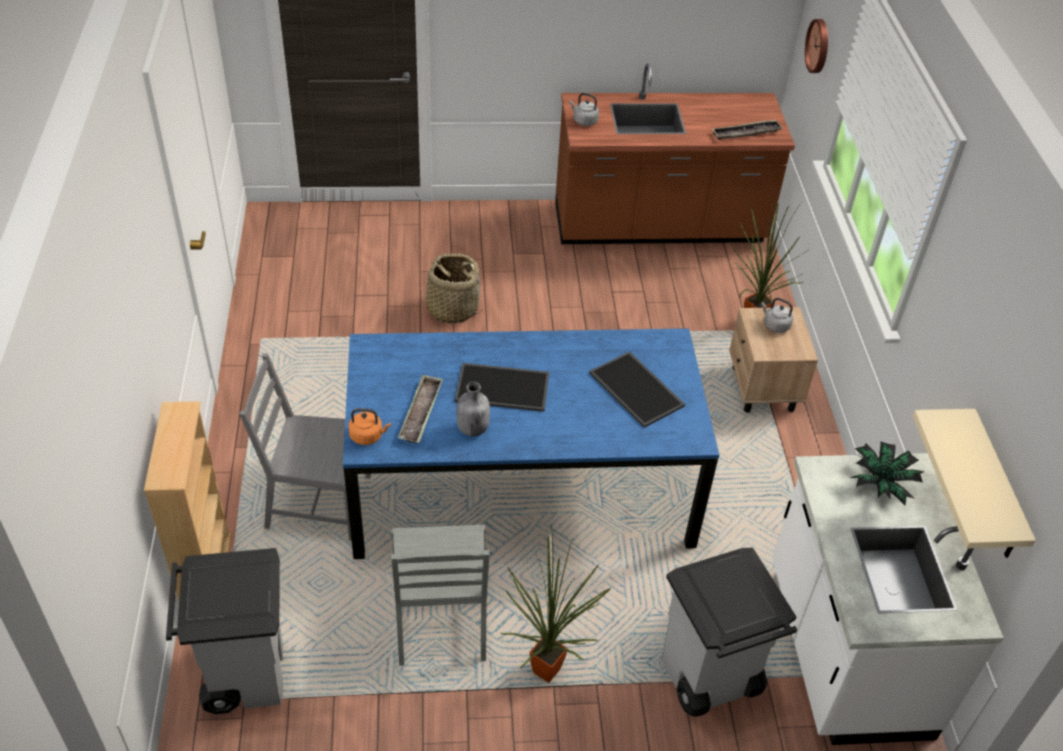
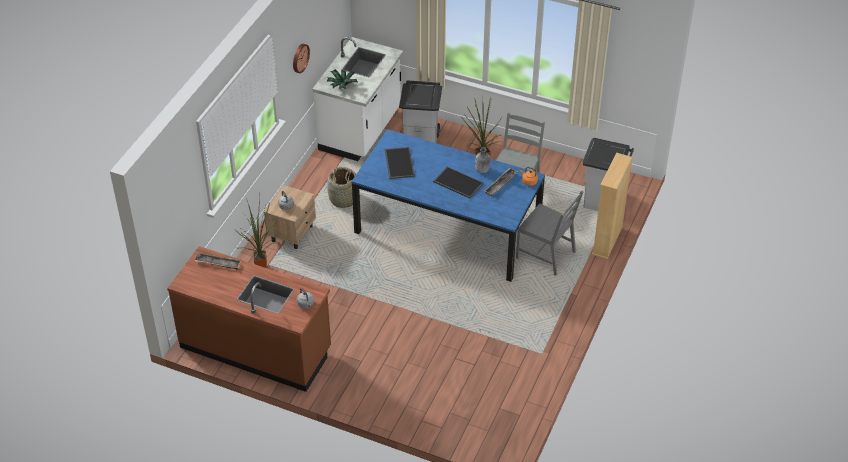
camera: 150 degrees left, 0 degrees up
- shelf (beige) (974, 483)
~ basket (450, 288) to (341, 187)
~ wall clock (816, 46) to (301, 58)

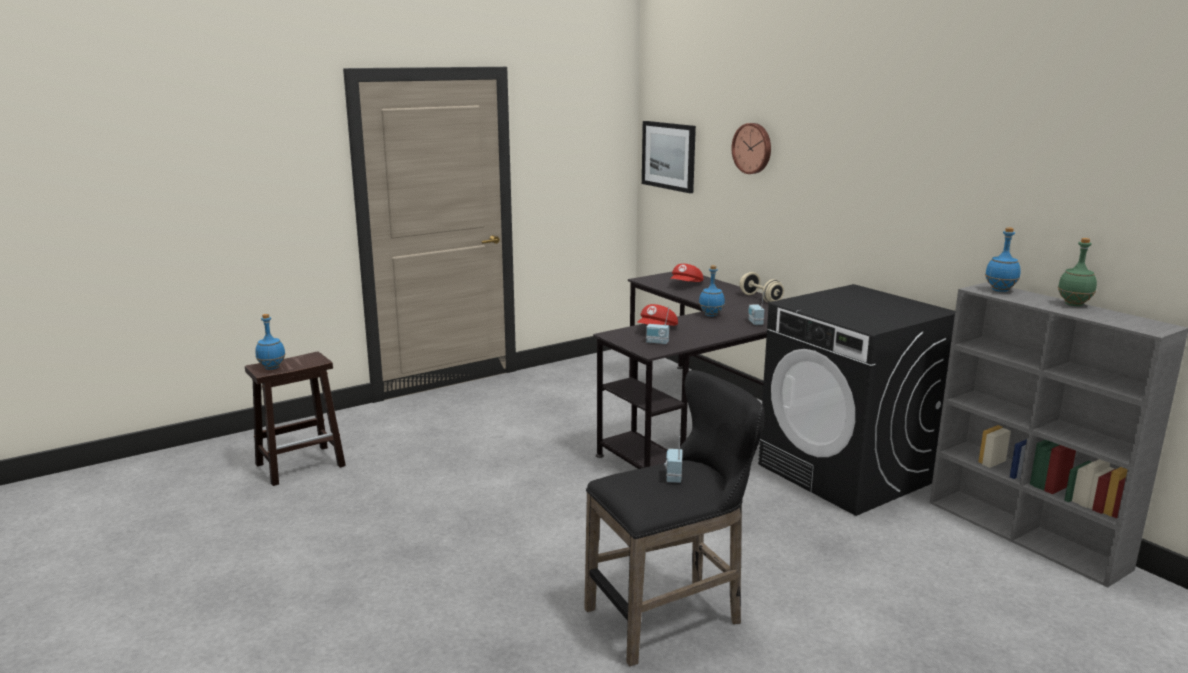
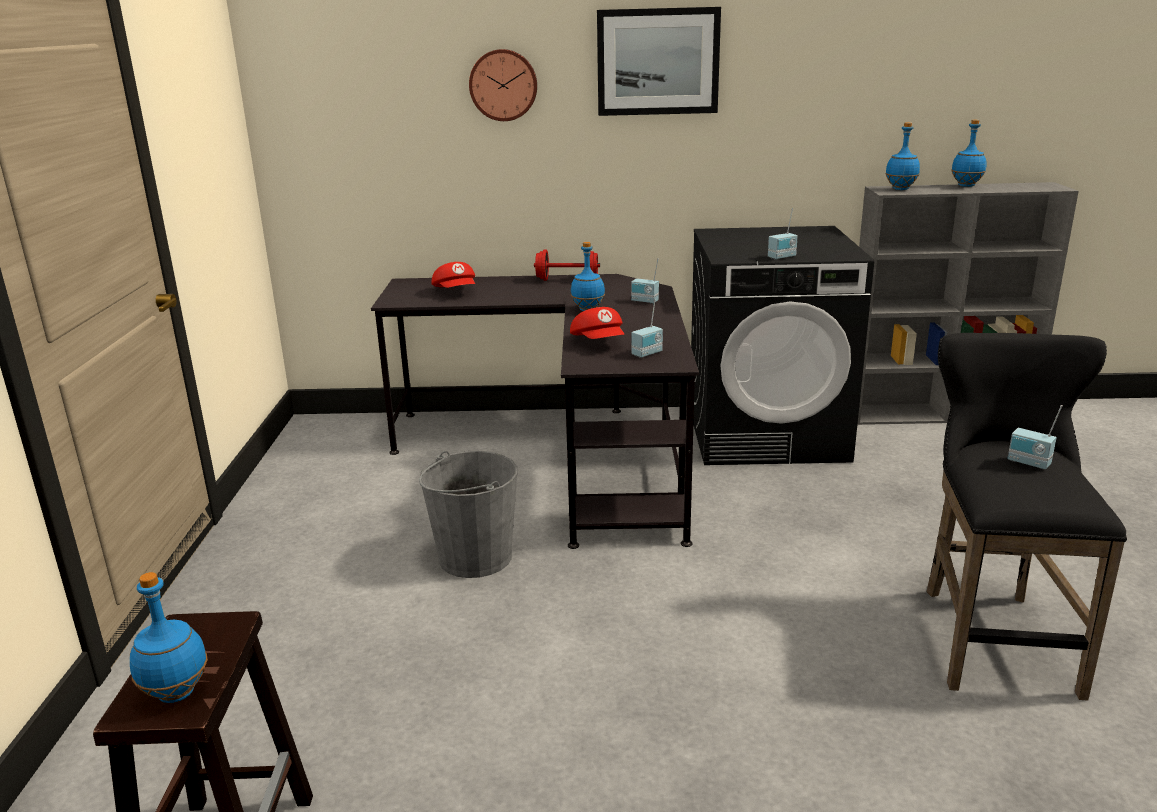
camera: 55 degrees left, 5 degrees up
+ bucket (grey) (468, 514)
+ radio (783, 234)
~ picture (669, 157) to (659, 61)
~ dumbbell (beige) (761, 287) to dumbbell (red) (567, 265)
~ bottle (green) (1077, 272) to bottle (blue) (969, 153)

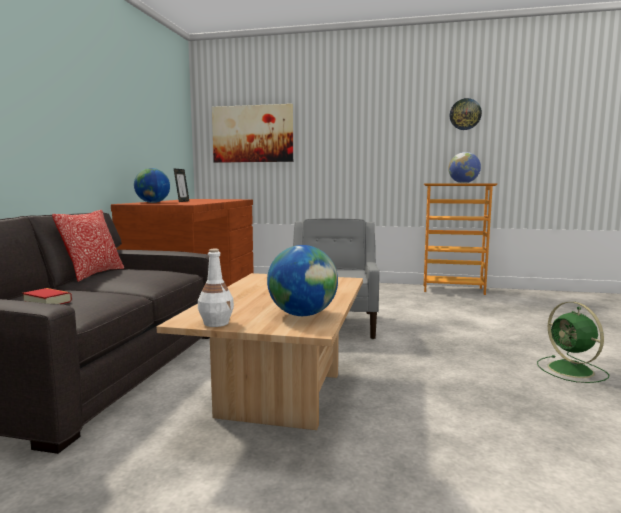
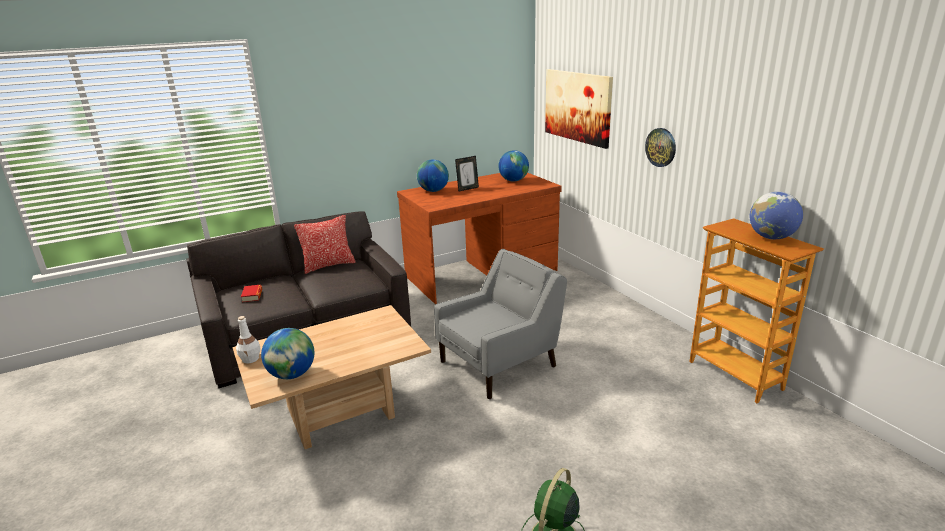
camera: 50 degrees right, 15 degrees up
+ globe (513, 166)
~ wall clock (466, 114) to (660, 147)

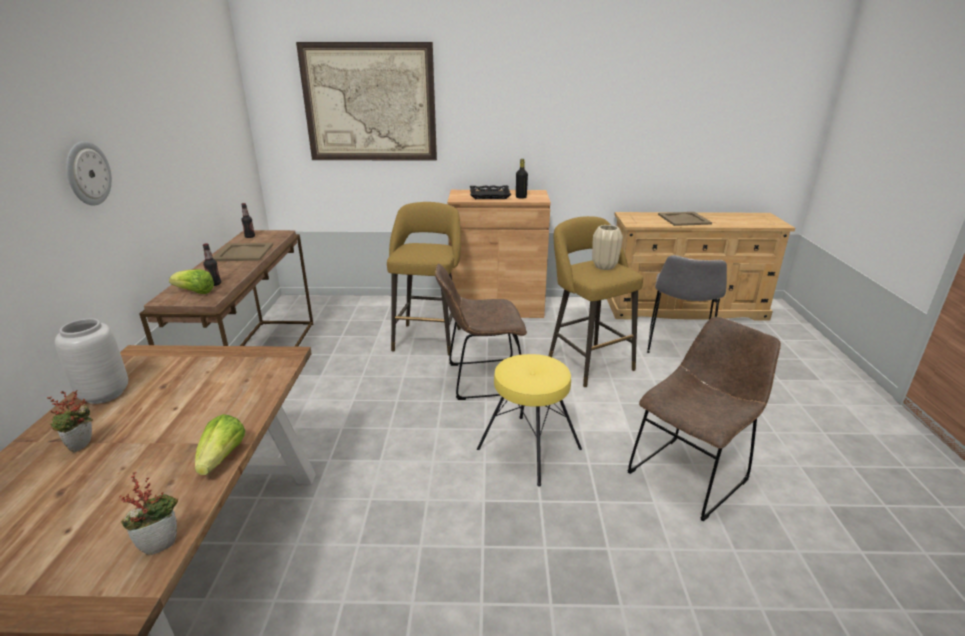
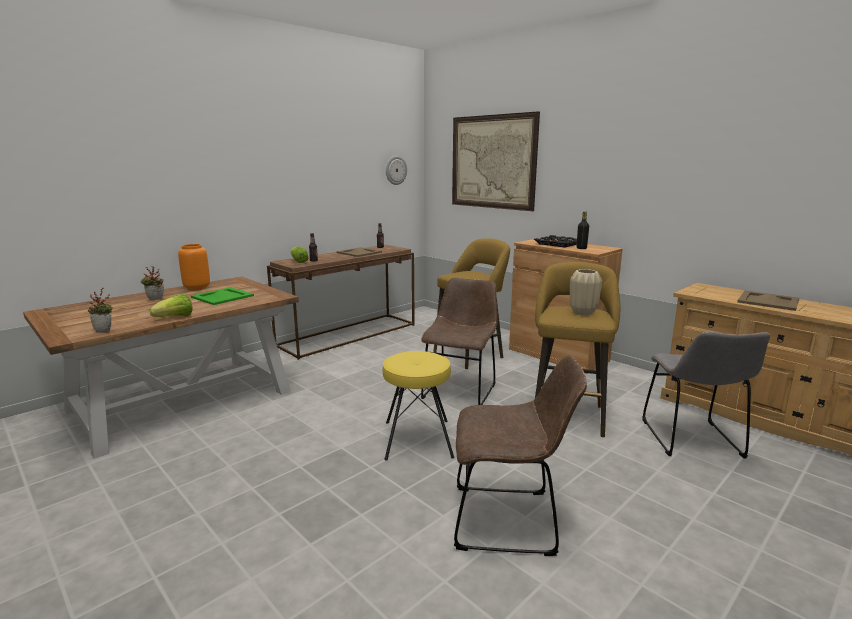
camera: 45 degrees right, 10 degrees down
+ tray (green) (222, 296)
~ wall clock (89, 173) to (396, 170)
~ vase (grey) (91, 361) to vase (orange) (194, 267)
~ chair (brown) (481, 332) = (459, 341) 75 degrees clockwise
~ chair (grey) (687, 304) = (706, 395) 60 degrees counterclockwise

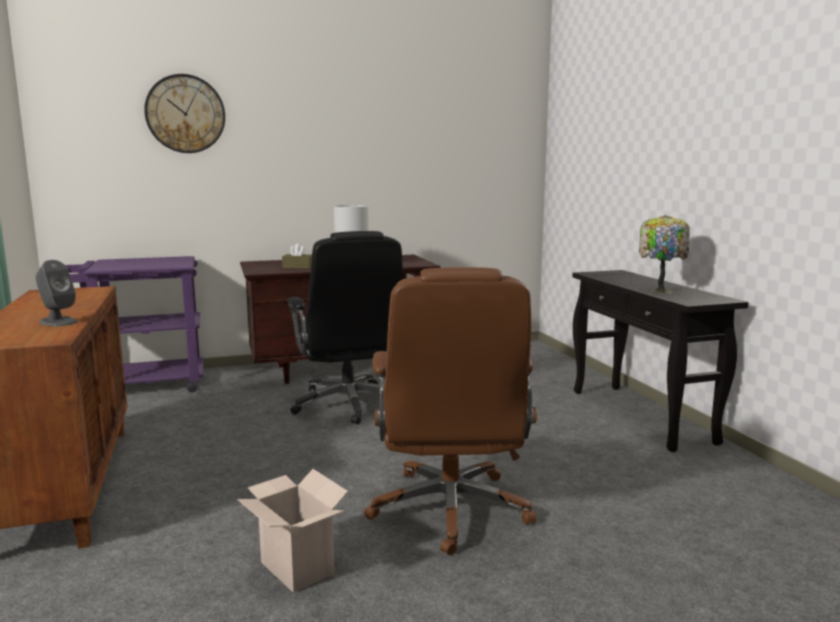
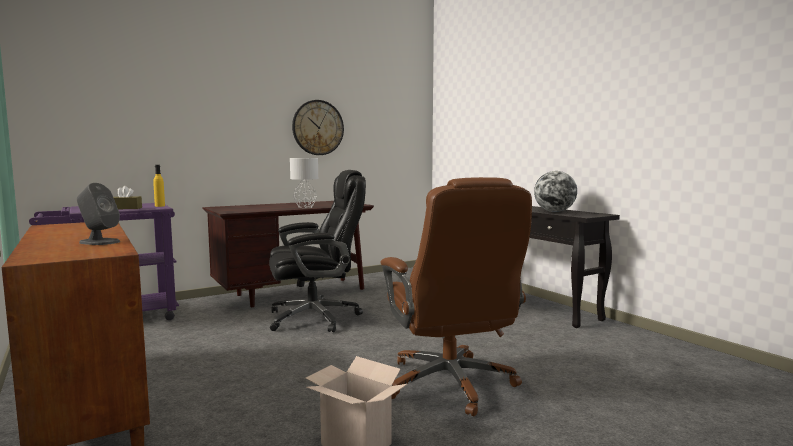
camera: 15 degrees left, 5 degrees down
+ bottle (yellow) (159, 186)
~ wall clock (184, 113) to (318, 127)
~ tissue box (brown) (297, 256) to (127, 197)
~ table lamp (664, 254) to globe (555, 191)
~ office chair (black) (345, 327) = (317, 251) 75 degrees counterclockwise

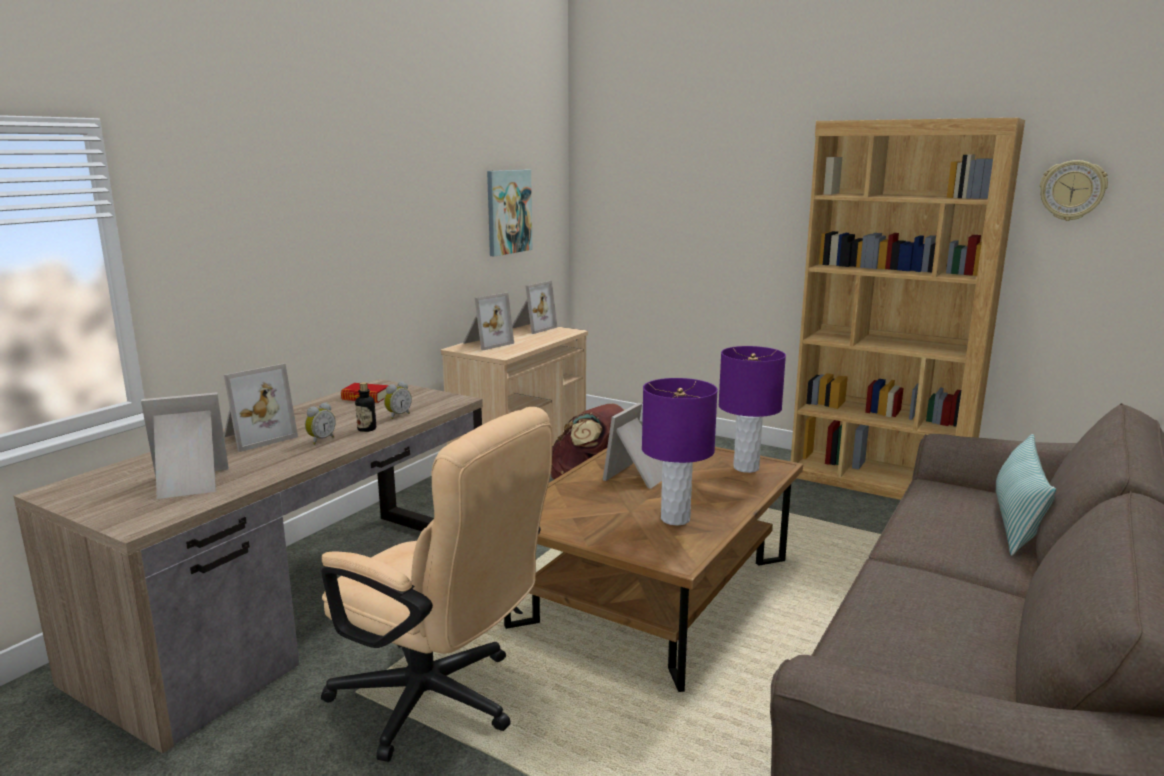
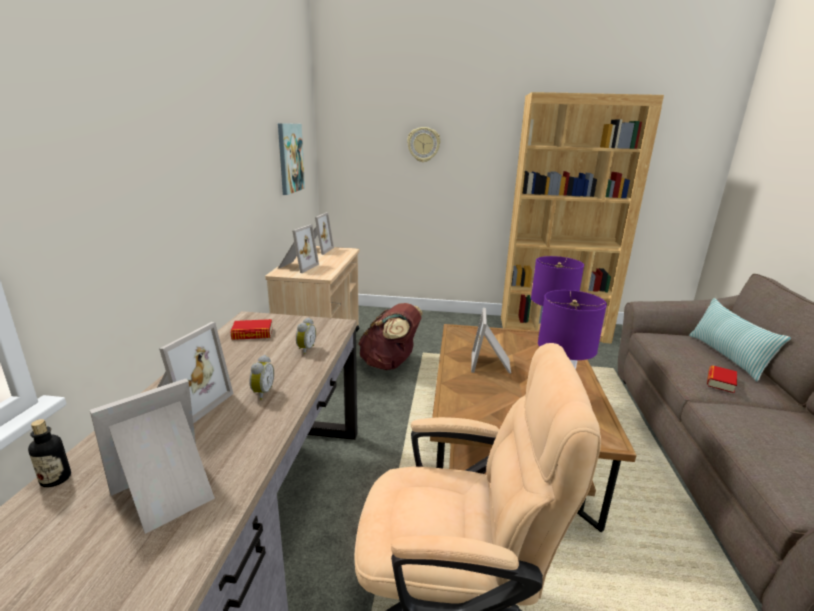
camera: 25 degrees left, 5 degrees up
+ book (722, 379)
~ bottle (365, 407) to (49, 453)
~ wall clock (1074, 190) to (423, 144)

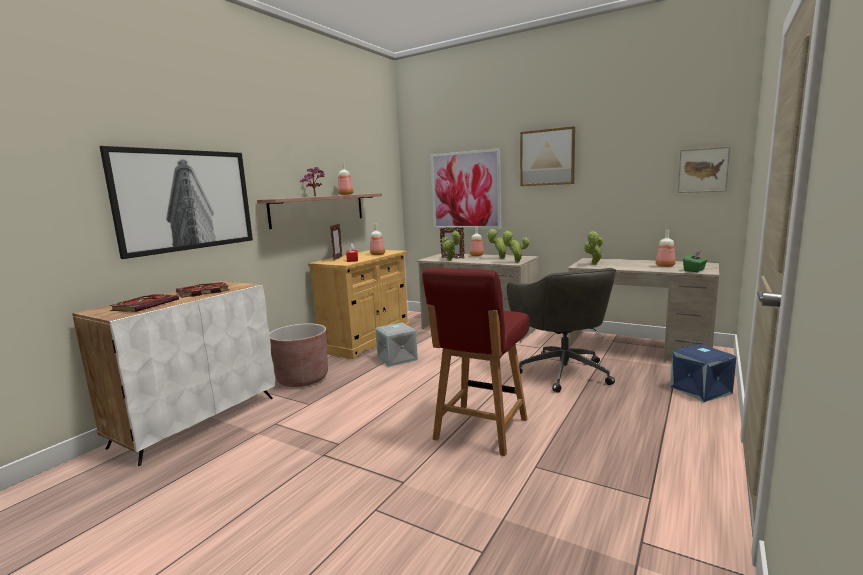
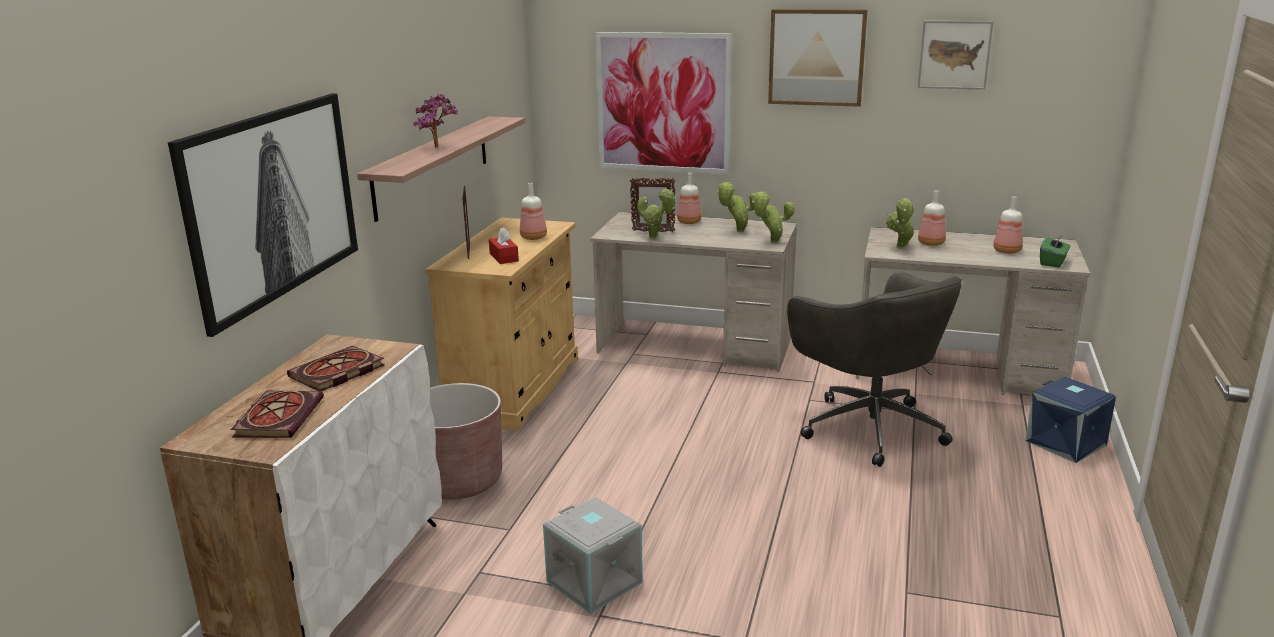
camera: 15 degrees left, 10 degrees up
- chair (red) (475, 362)
~ bottle (346, 178) to (932, 218)
~ storage box (grey) (397, 345) to (593, 555)
~ picture (704, 169) to (955, 55)

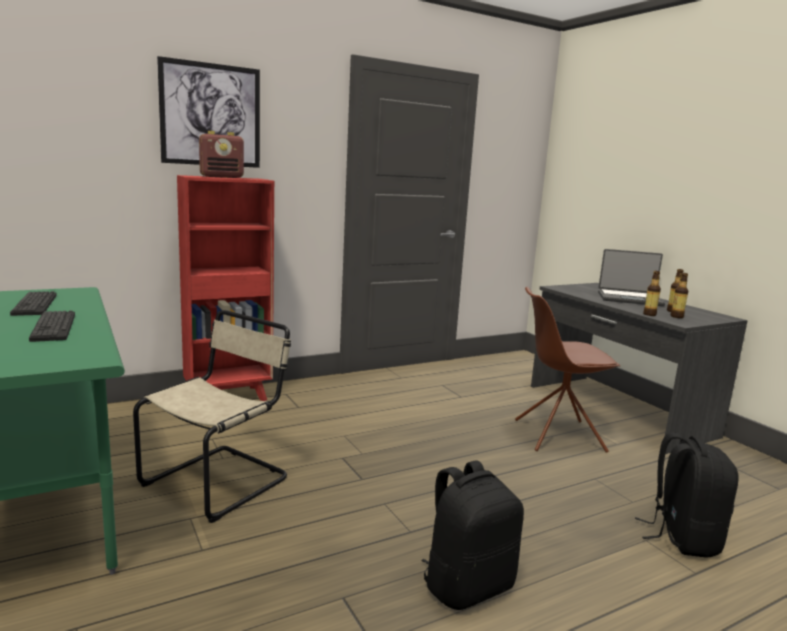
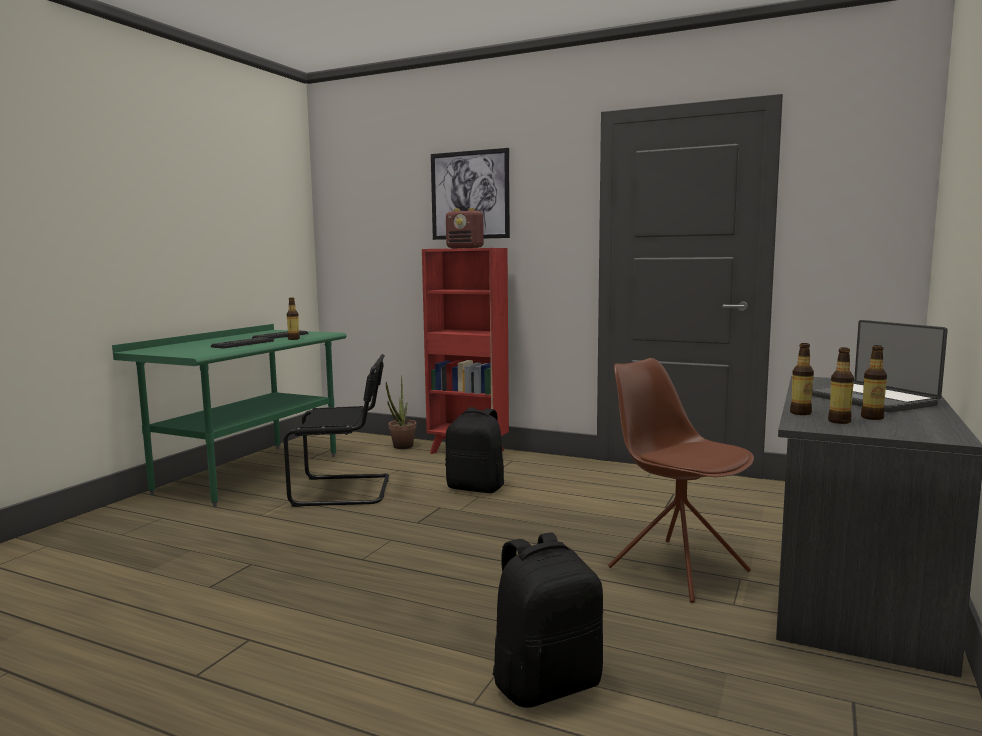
camera: 55 degrees right, 5 degrees down
+ bottle (293, 318)
+ potted plant (401, 412)
~ backpack (black) (472, 535) to (474, 450)
~ chair (beige) (212, 416) to chair (black) (336, 430)

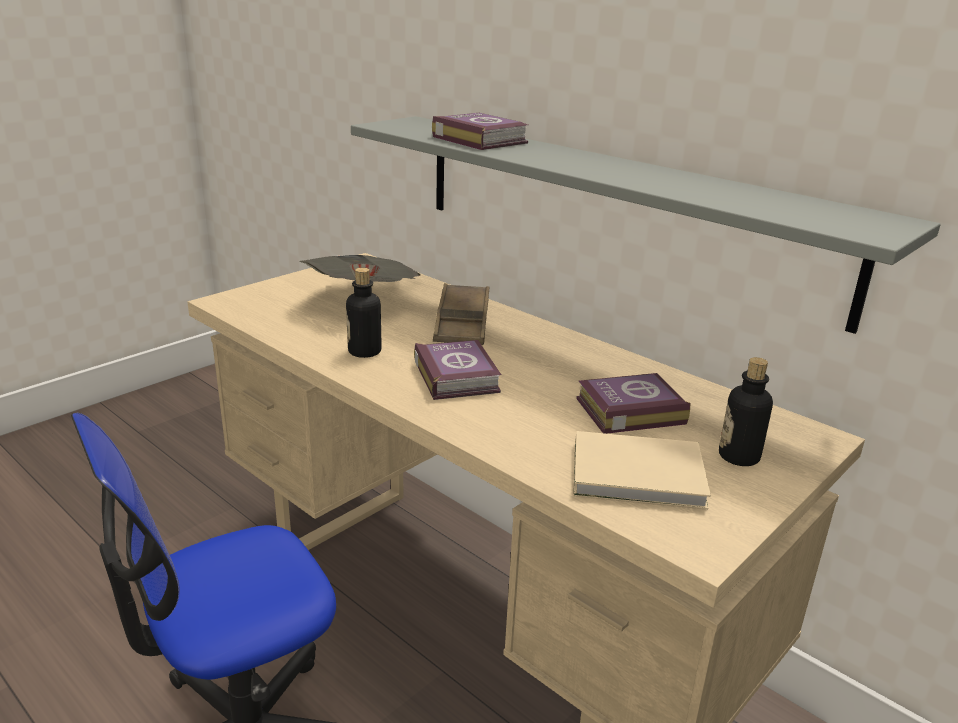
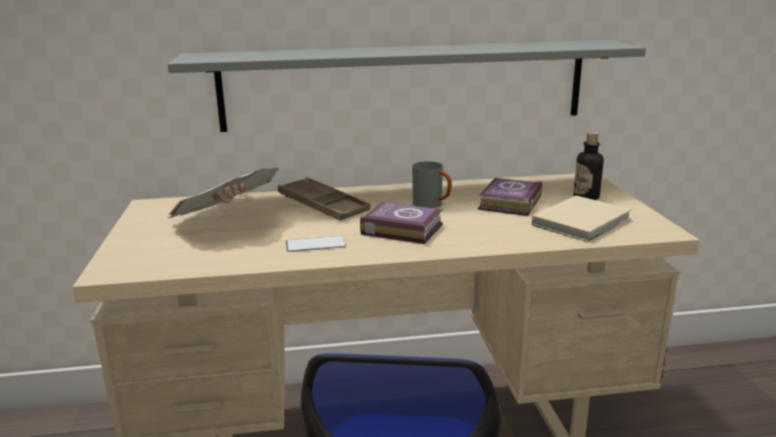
camera: 50 degrees left, 5 degrees down
- book (480, 131)
+ mug (grey) (432, 184)
~ bottle (364, 313) to phone (316, 244)

